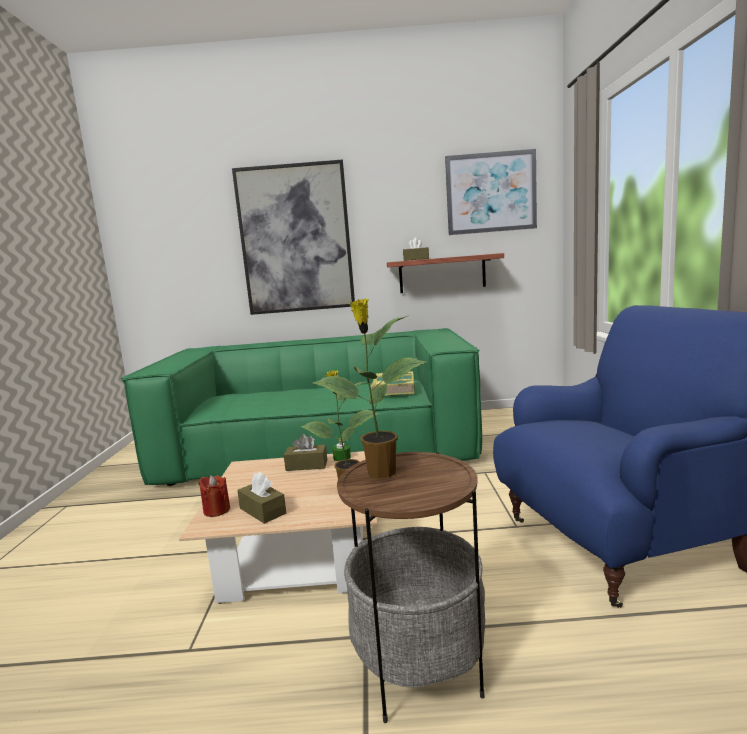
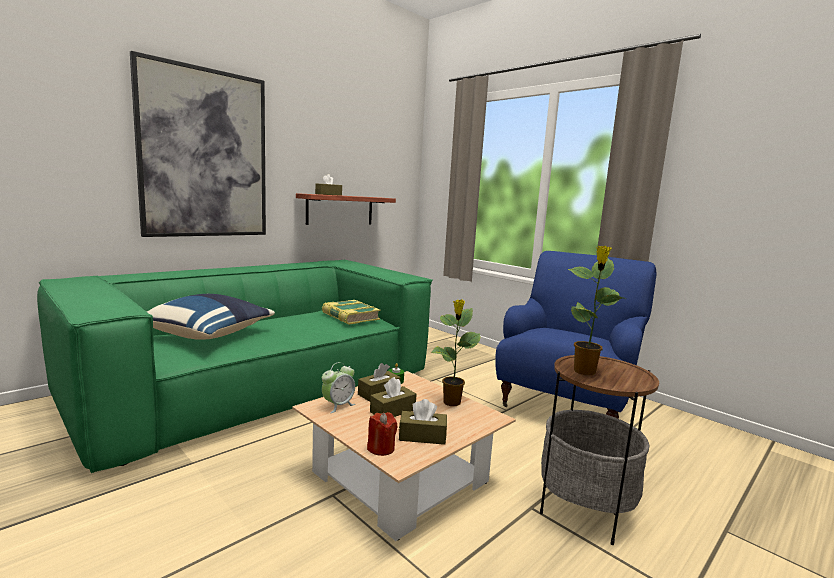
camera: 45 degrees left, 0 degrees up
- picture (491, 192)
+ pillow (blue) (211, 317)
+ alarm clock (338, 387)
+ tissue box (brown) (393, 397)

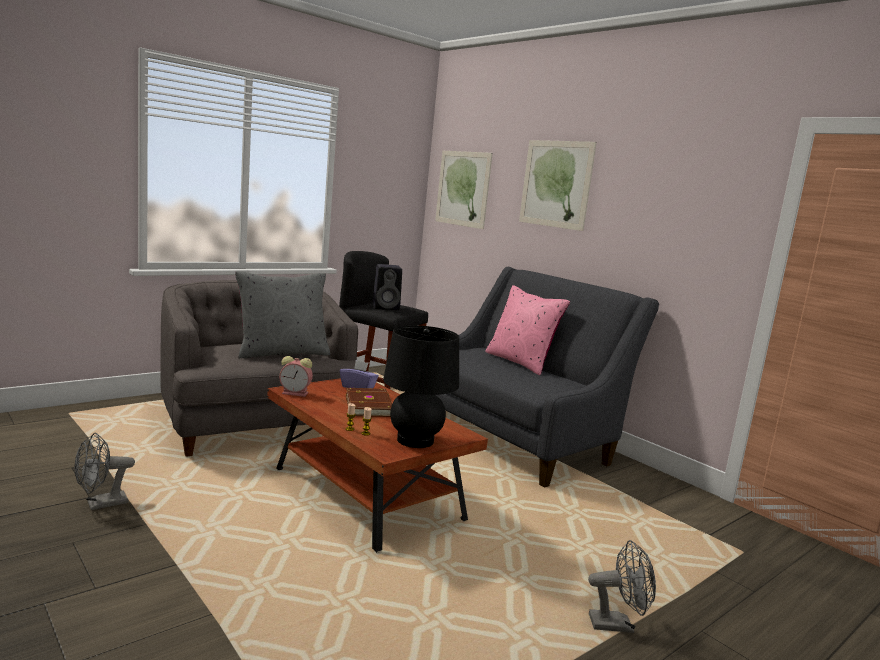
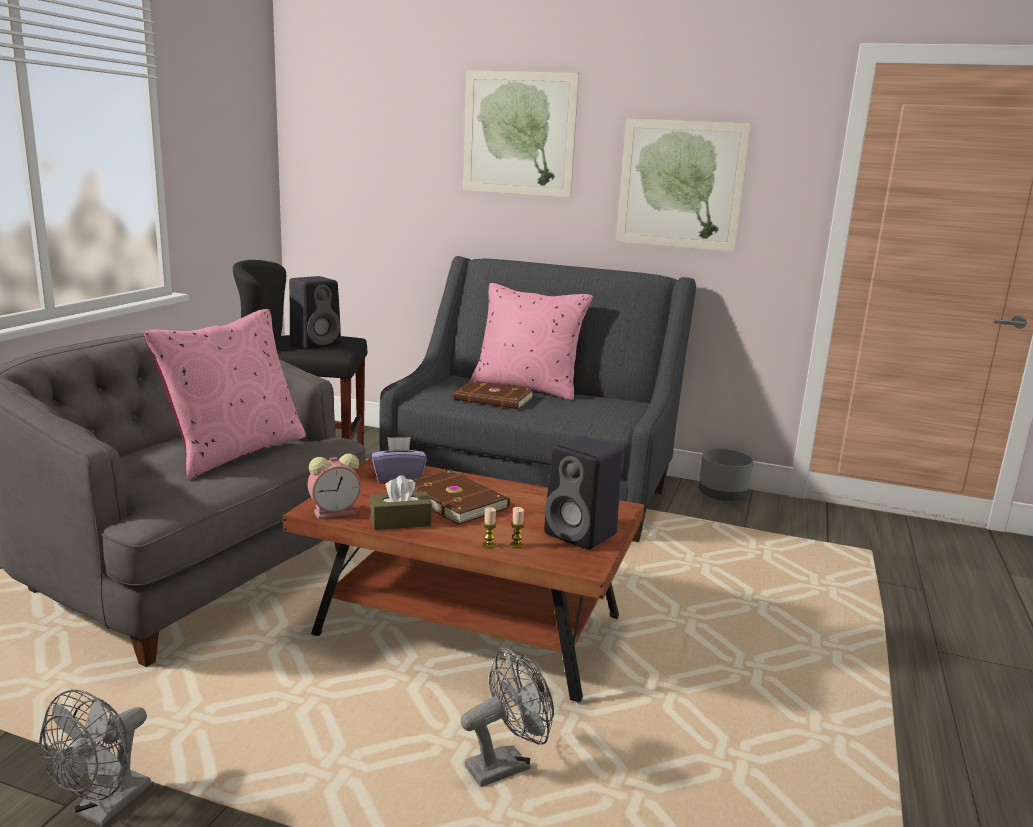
camera: 30 degrees left, 5 degrees up
+ tissue box (brown) (401, 502)
+ book (brown) (494, 395)
+ planter (grey) (725, 475)
~ picture (464, 190) to (683, 185)
~ fan (grey) (622, 586) to (507, 717)
~ table lamp (black) (421, 386) to speaker (black) (583, 493)
~ pillow (grey) (282, 314) to pillow (pink) (224, 394)

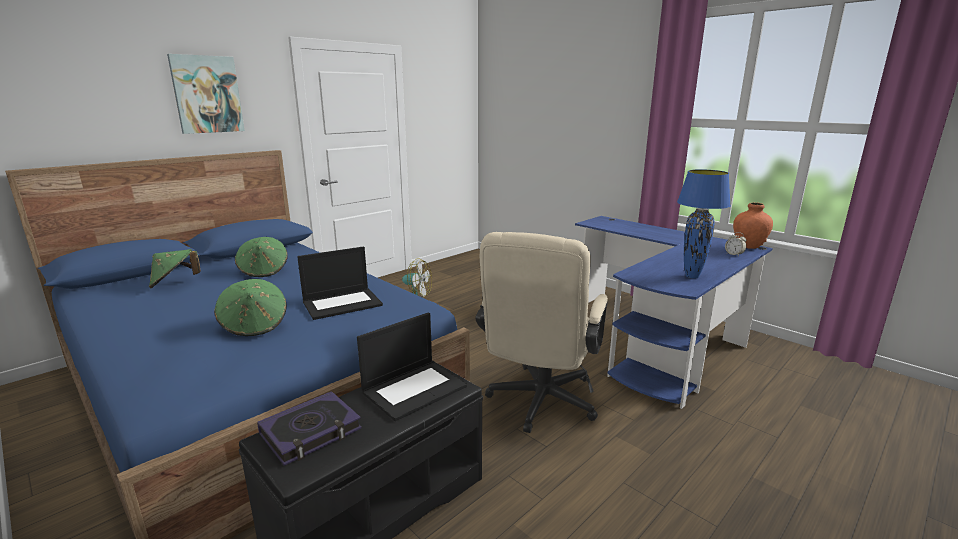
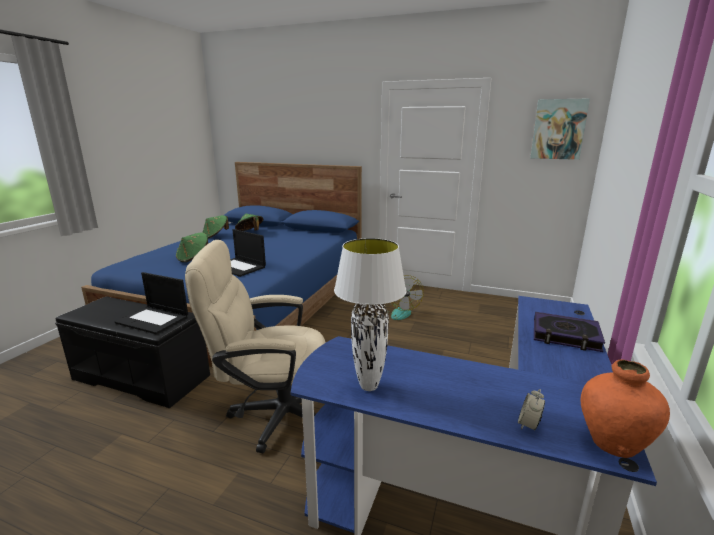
camera: 65 degrees right, 0 degrees up
~ picture (206, 94) to (560, 129)
~ hat (green) (261, 257) to (215, 227)
~ book (309, 428) to (569, 332)
~ table lamp (blue) (704, 224) to table lamp (white) (370, 314)

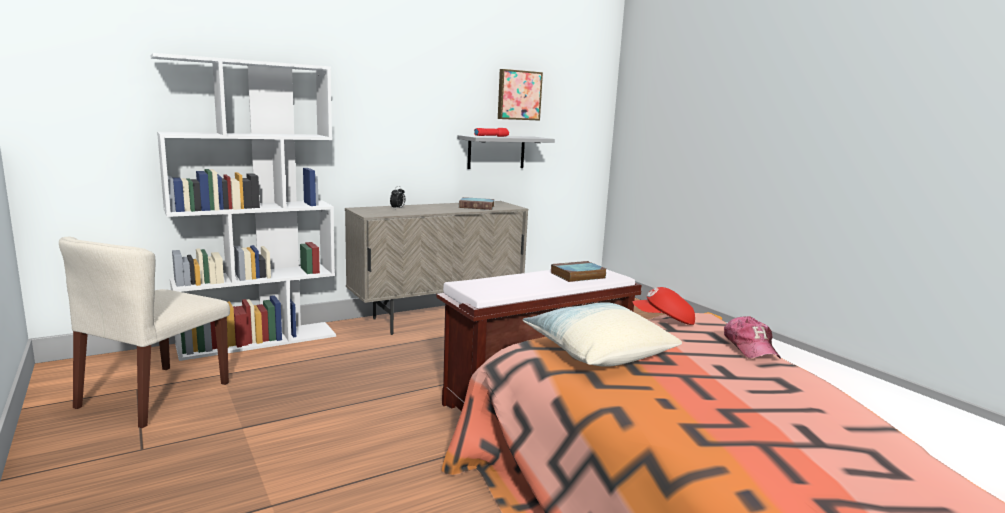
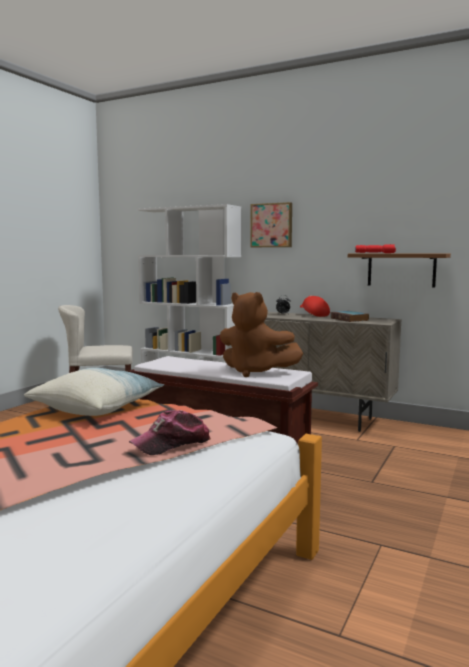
camera: 60 degrees right, 5 degrees down
~ picture (520, 95) to (271, 224)
~ cap (red) (664, 306) to (315, 306)
~ book (578, 271) to plush toy (brown) (261, 334)
~ shelf (grey) (506, 152) to shelf (brown) (399, 270)

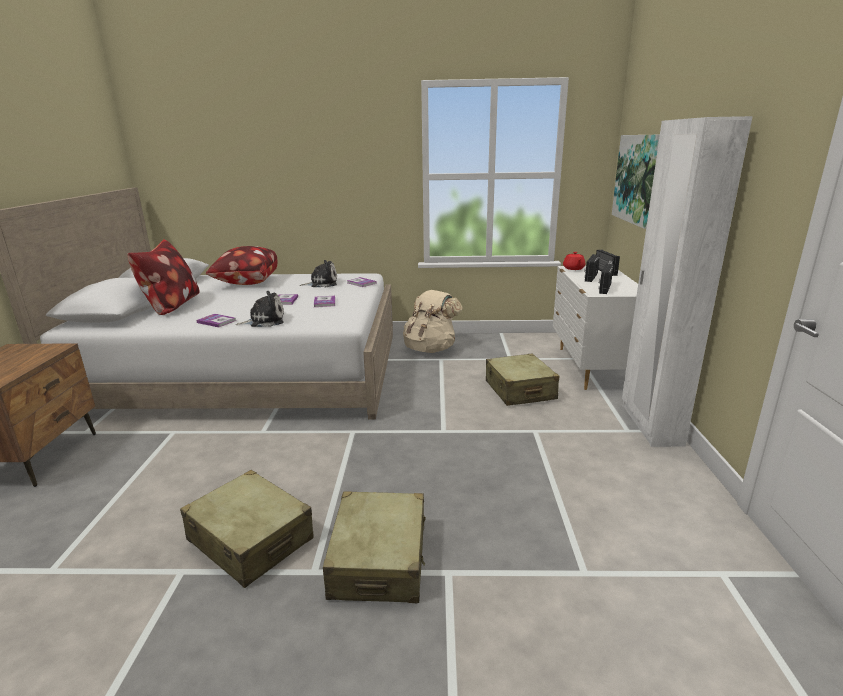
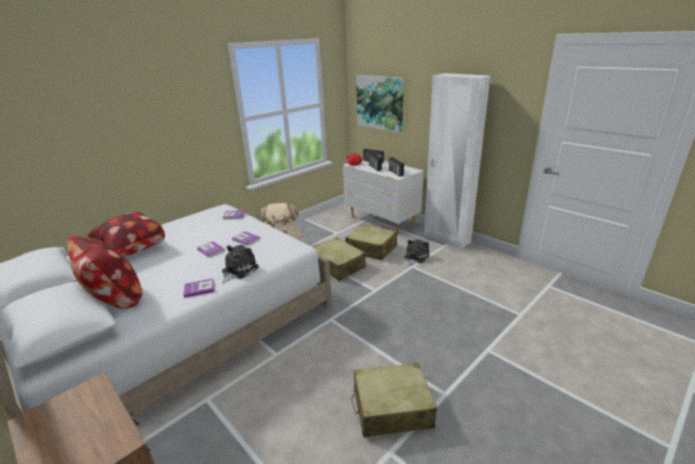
camera: 45 degrees left, 5 degrees up
~ plush toy (318, 273) to (417, 253)
~ suitcase (beige) (374, 547) to (340, 259)

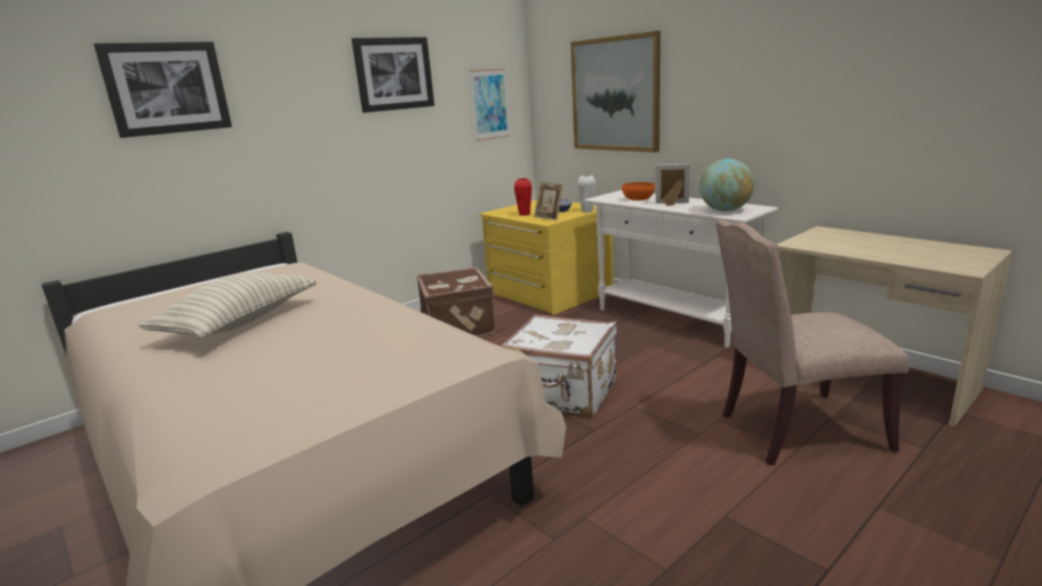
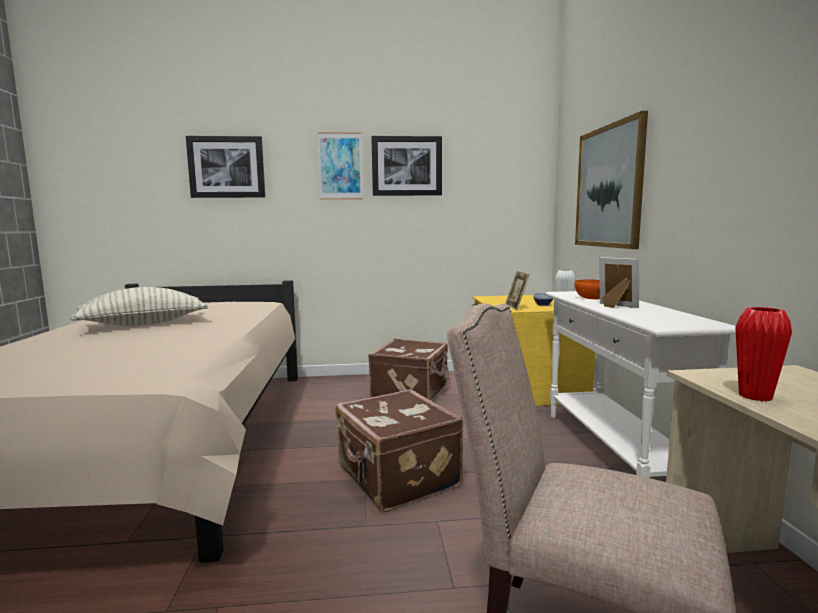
camera: 35 degrees right, 10 degrees down
- globe (727, 185)
~ picture (490, 105) to (340, 166)
~ vase (red) (523, 197) to (763, 354)
~ suitcase (white) (559, 365) to suitcase (brown) (399, 450)

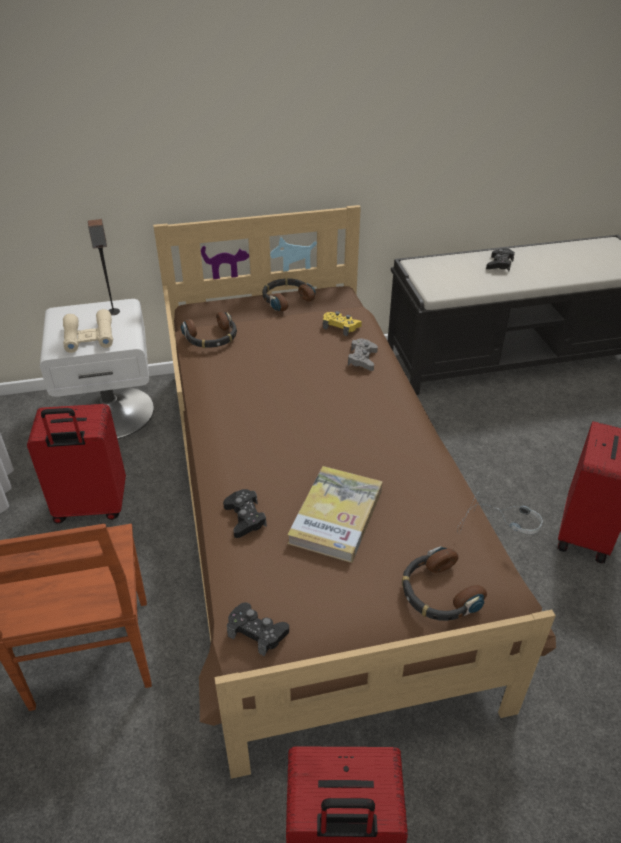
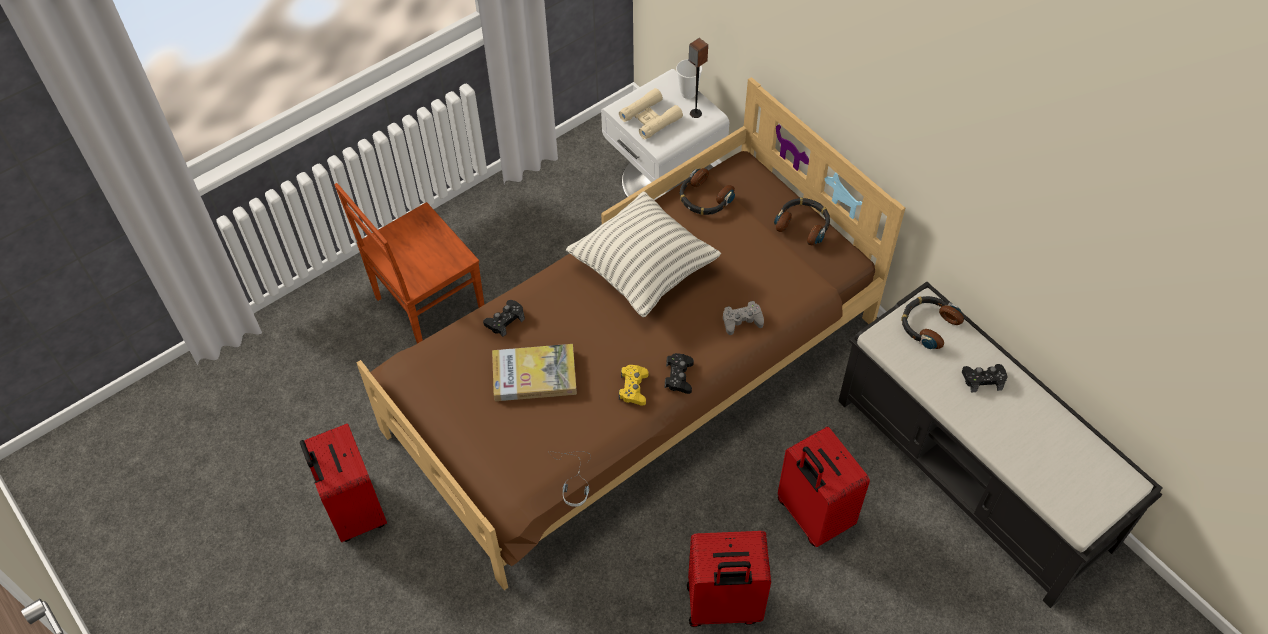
camera: 65 degrees right, 15 degrees up
+ pillow (643, 254)
+ cup (689, 79)
~ suitcase (red) (76, 464) to (824, 487)
~ game controller (black) (258, 629) to (679, 373)
~ game controller (yellow) (342, 323) to (634, 385)
~ headphones (444, 583) to (932, 322)

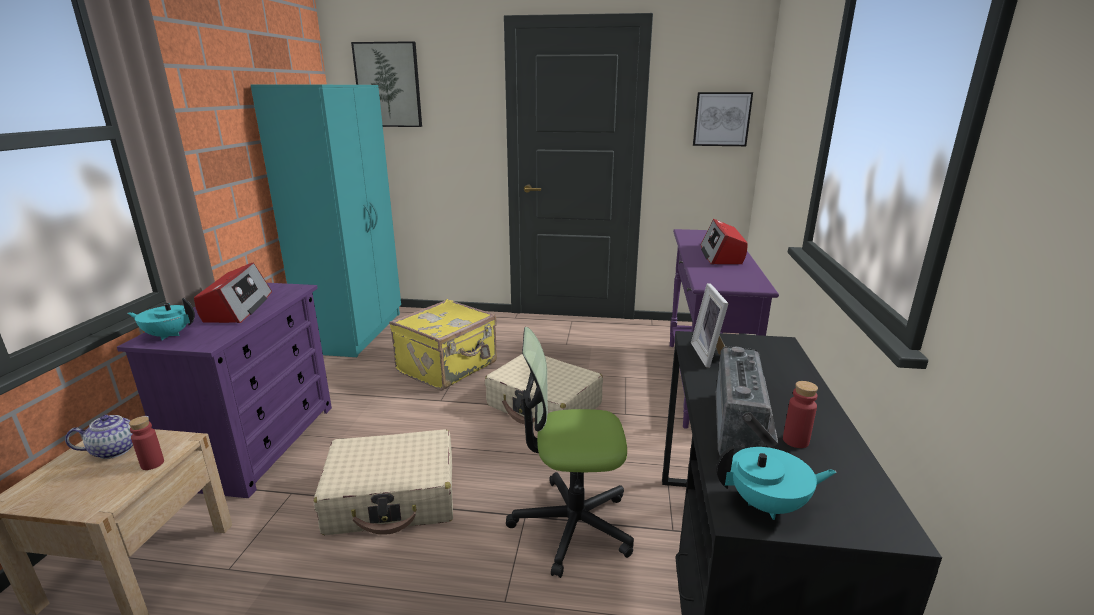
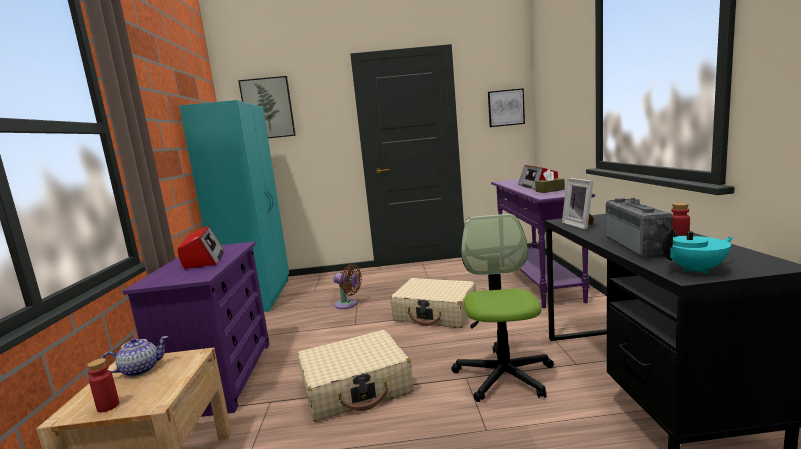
camera: 10 degrees left, 10 degrees down
- teapot (turquoise) (161, 319)
+ tissue box (brown) (550, 181)
~ bottle (red) (146, 443) to (103, 385)
~ suitcase (yellow) (443, 344) to fan (brown) (347, 286)
~ office chair (570, 452) = (502, 308) 105 degrees clockwise

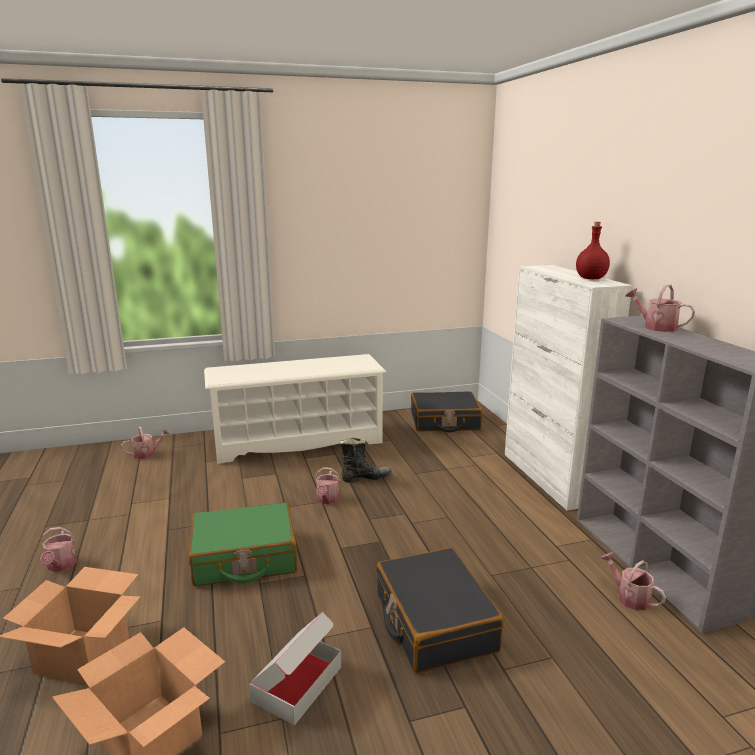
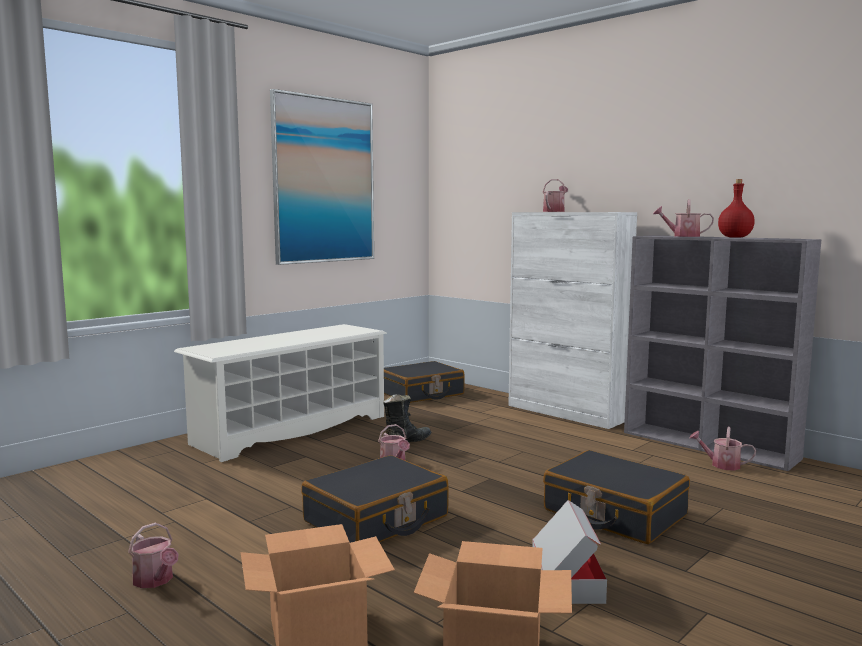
camera: 30 degrees left, 10 degrees down
+ picture (322, 177)
~ watering can (145, 443) to (555, 195)
~ bottle (red) (593, 250) to (736, 208)
~ suitcase (green) (243, 544) to suitcase (black) (375, 499)

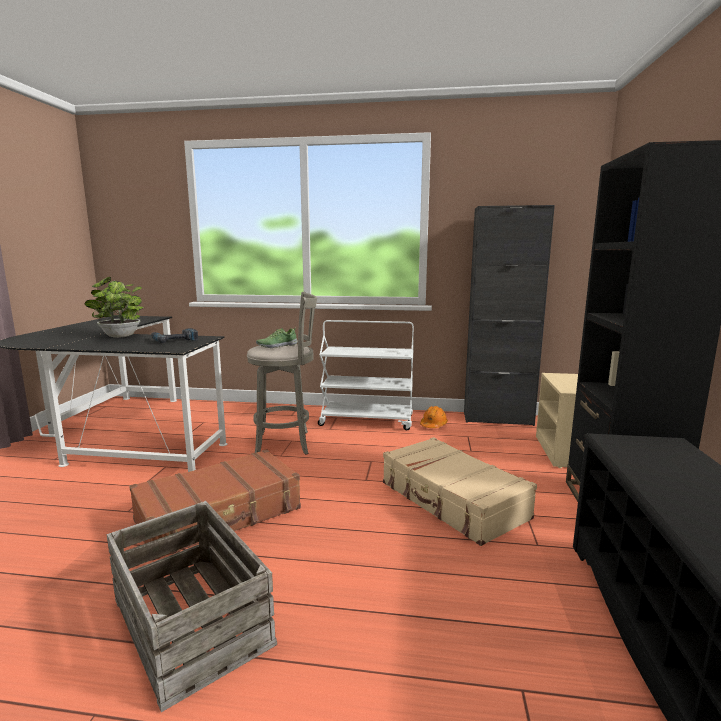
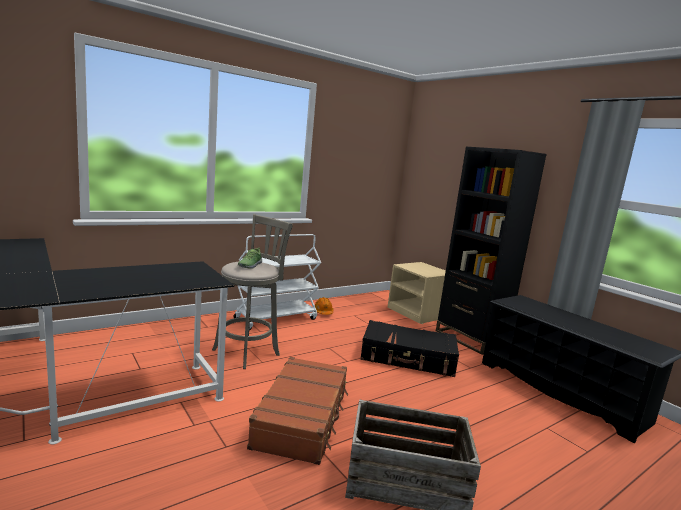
camera: 45 degrees left, 0 degrees up
- potted plant (114, 307)
- power drill (174, 335)
- cabinet (black) (509, 315)
~ suitcase (beige) (460, 491) to suitcase (black) (409, 348)

